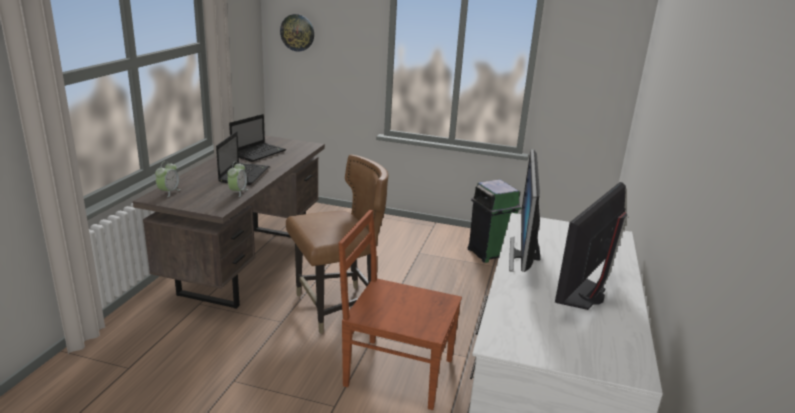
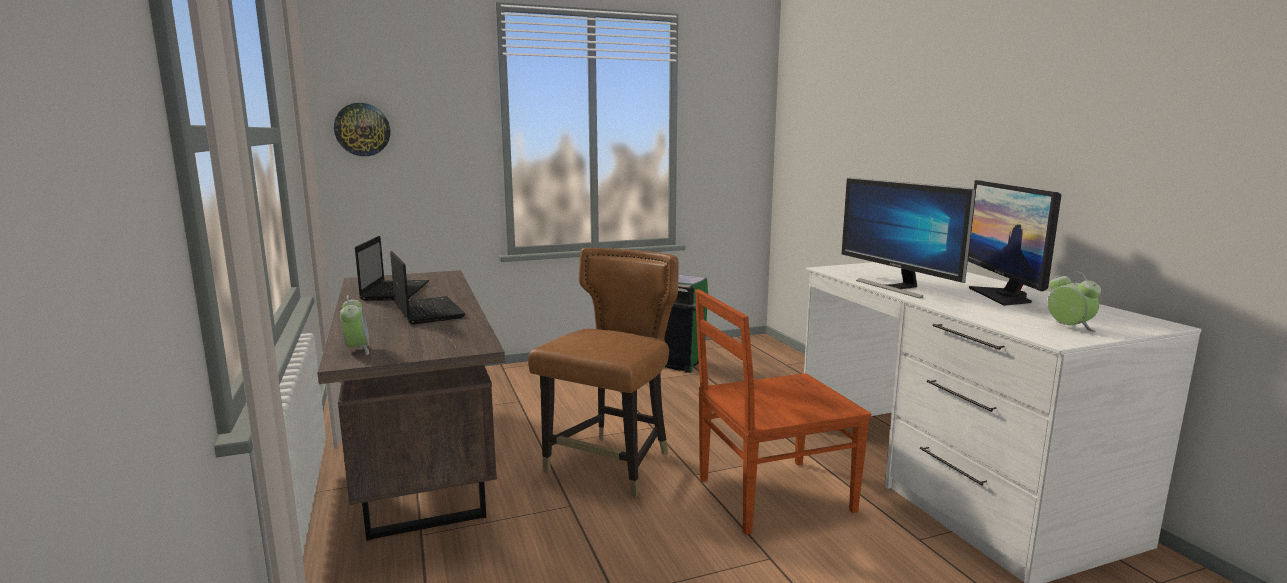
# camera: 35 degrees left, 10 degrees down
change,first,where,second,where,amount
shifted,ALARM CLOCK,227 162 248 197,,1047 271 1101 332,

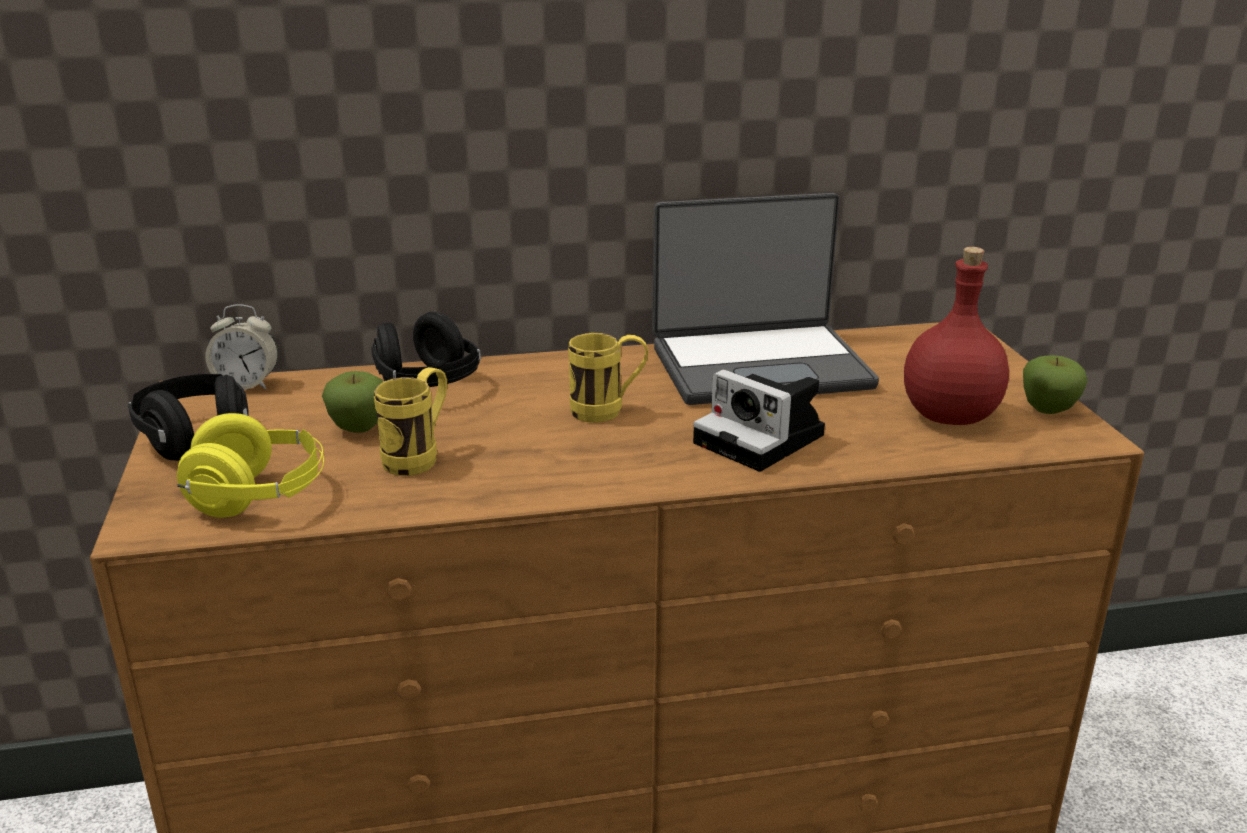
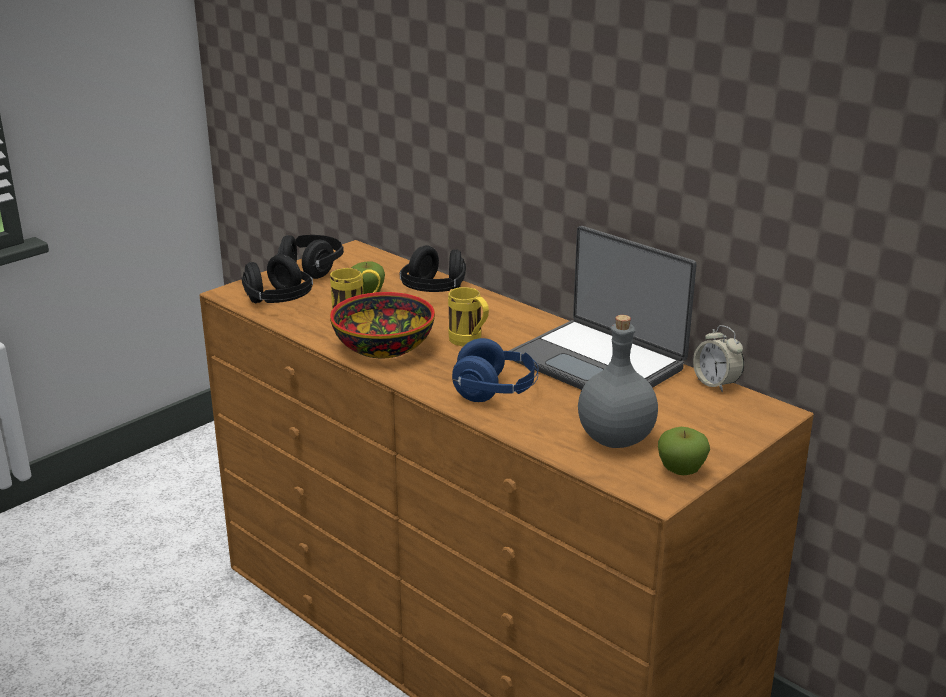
# camera: 55 degrees right, 0 degrees up
change,first,where,second,where,amount
new,,,BOWL,330 292 435 358,
shifted,ALARM CLOCK,206 304 278 390,,693 325 744 392,
swapped,PHOTO CAMERA,693 369 825 472,BLUE HEADPHONES,452 338 539 402,
repainted,YELLOW HEADPHONES,177 413 324 518,BLACK HEADPHONES,241 254 313 303,
repainted,RED BOTTLE,904 247 1009 425,GREY BOTTLE,578 315 658 448,

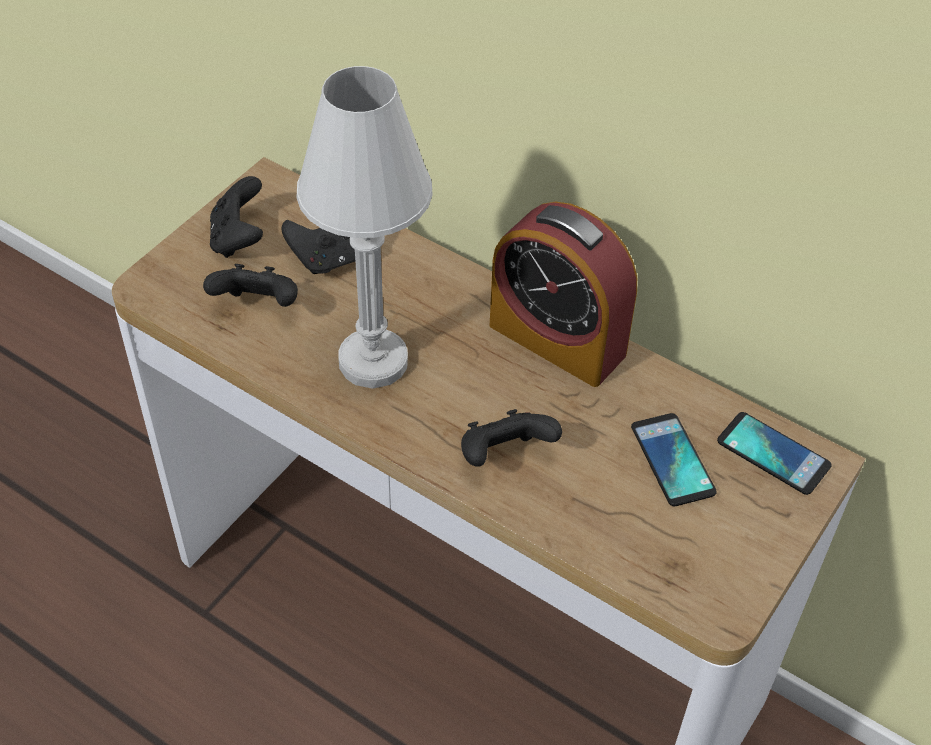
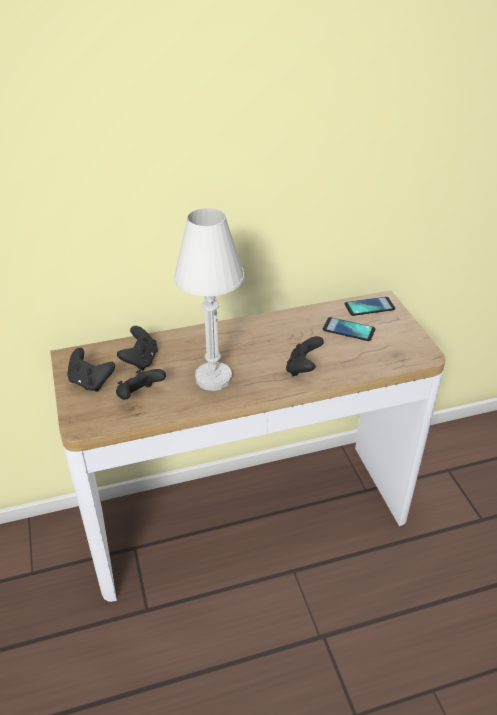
# camera: 50 degrees left, 10 degrees down
change,first,where,second,where,amount
gone,ALARM CLOCK,490 202 637 387,,,

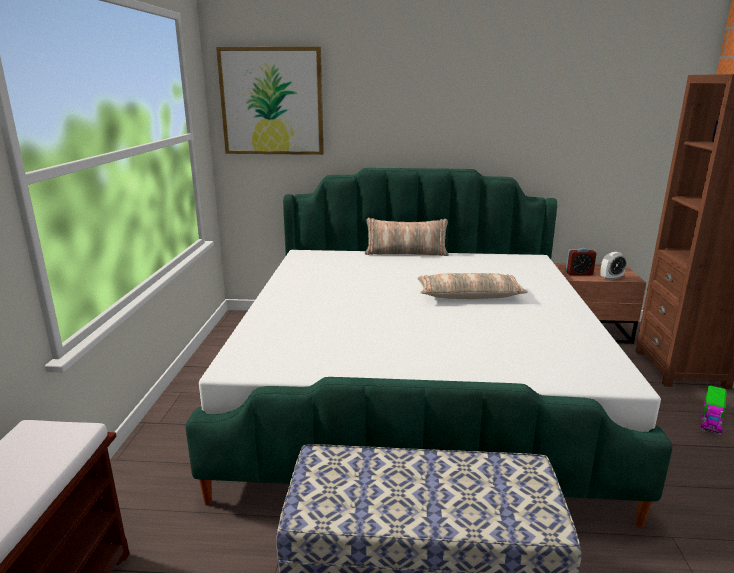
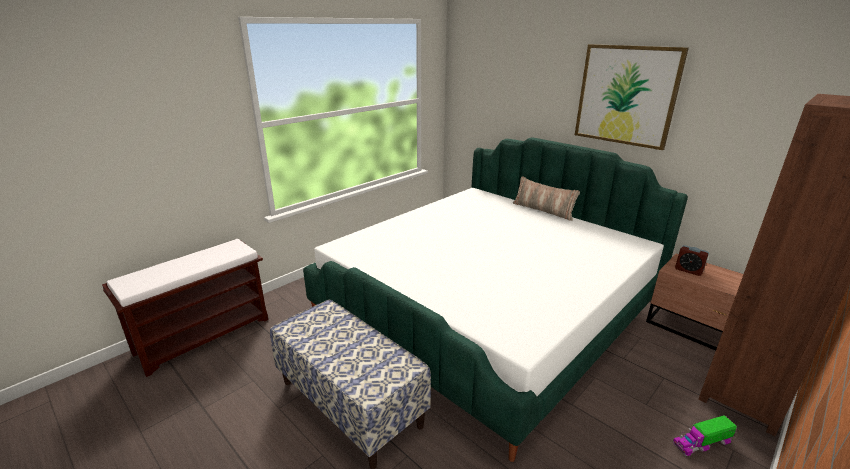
# camera: 40 degrees right, 5 degrees up
change,first,where,second,where,amount
gone,PILLOW,418 273 528 299,,,
gone,ALARM CLOCK,600 252 627 280,,,
shifted,PICTURE,216 47 324 155,,575 44 689 150,

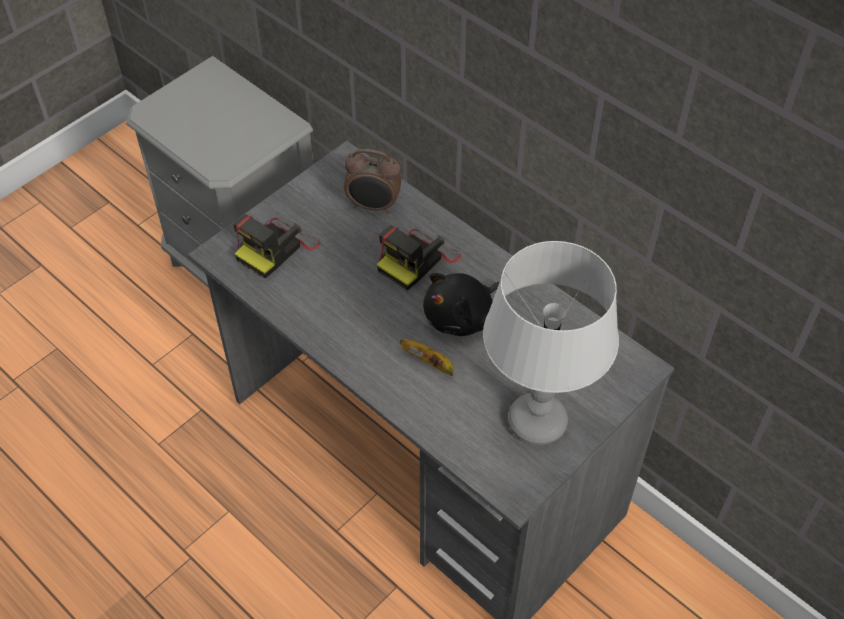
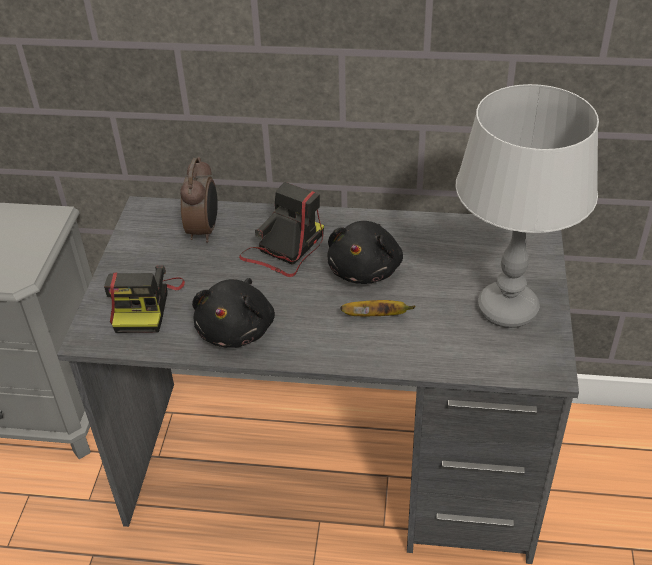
# camera: 35 degrees left, 10 degrees down
change,first,where,second,where,amount
new,,,BLACK PLUSH TOY,192 278 275 348,
rotated,ALARM CLOCK,344 149 401 213,,180 157 218 243,60 degrees counterclockwise
rotated,PHOTO CAMERA,377 226 461 290,,239 182 324 277,150 degrees counterclockwise

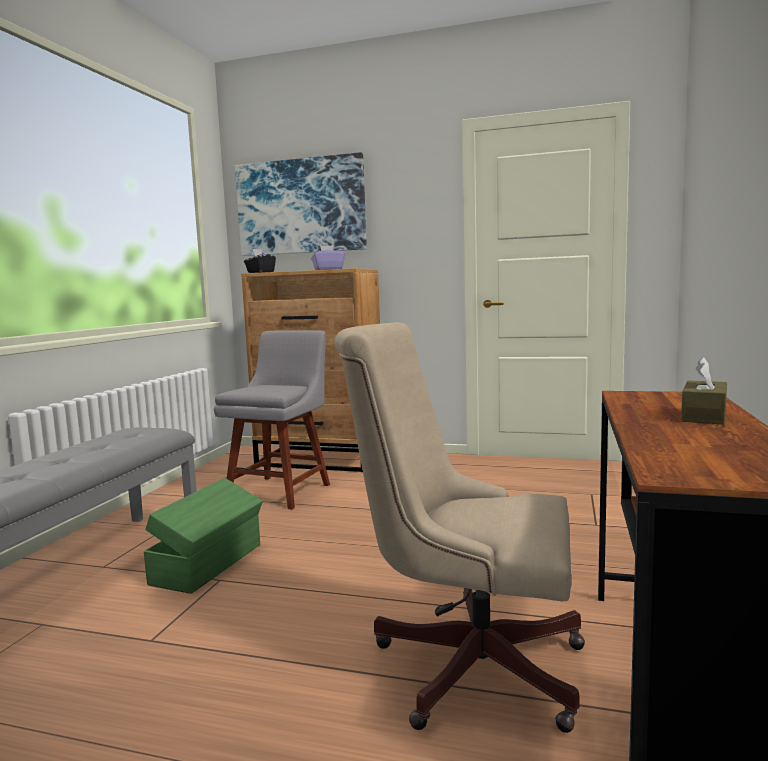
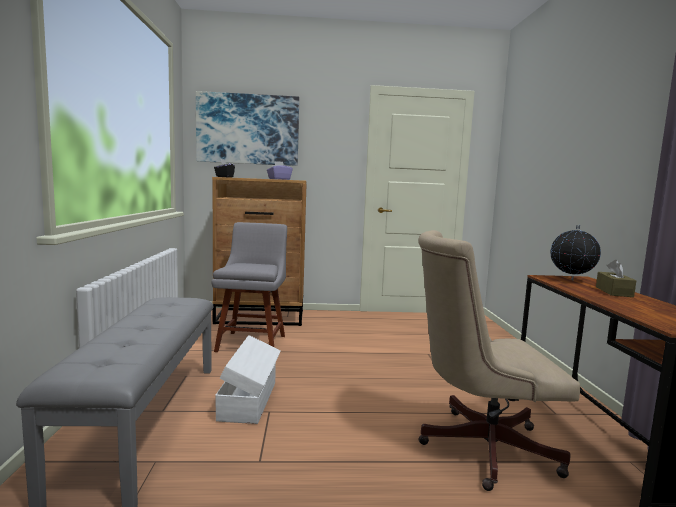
# camera: 20 degrees left, 0 degrees up
change,first,where,second,where,amount
new,,,GLOBE,550 225 601 280,
repainted,GREEN STORAGE BOX,144 478 263 594,WHITE STORAGE BOX,216 335 281 424,

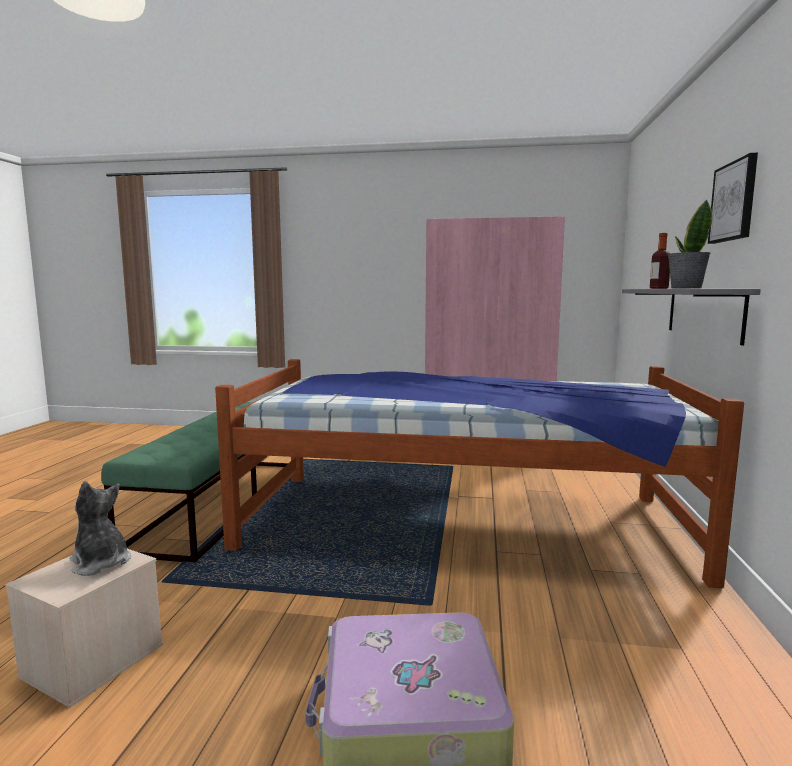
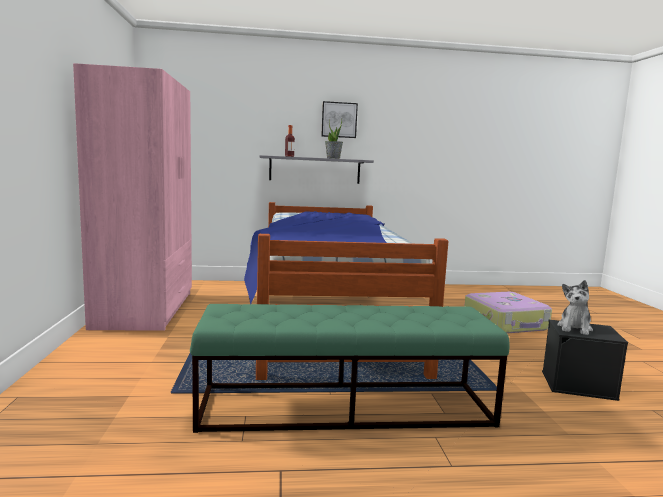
# camera: 105 degrees left, 0 degrees up
change,first,where,second,where,amount
repainted,BEIGE STORAGE BOX,5 549 163 708,BLACK STORAGE BOX,542 320 628 401,

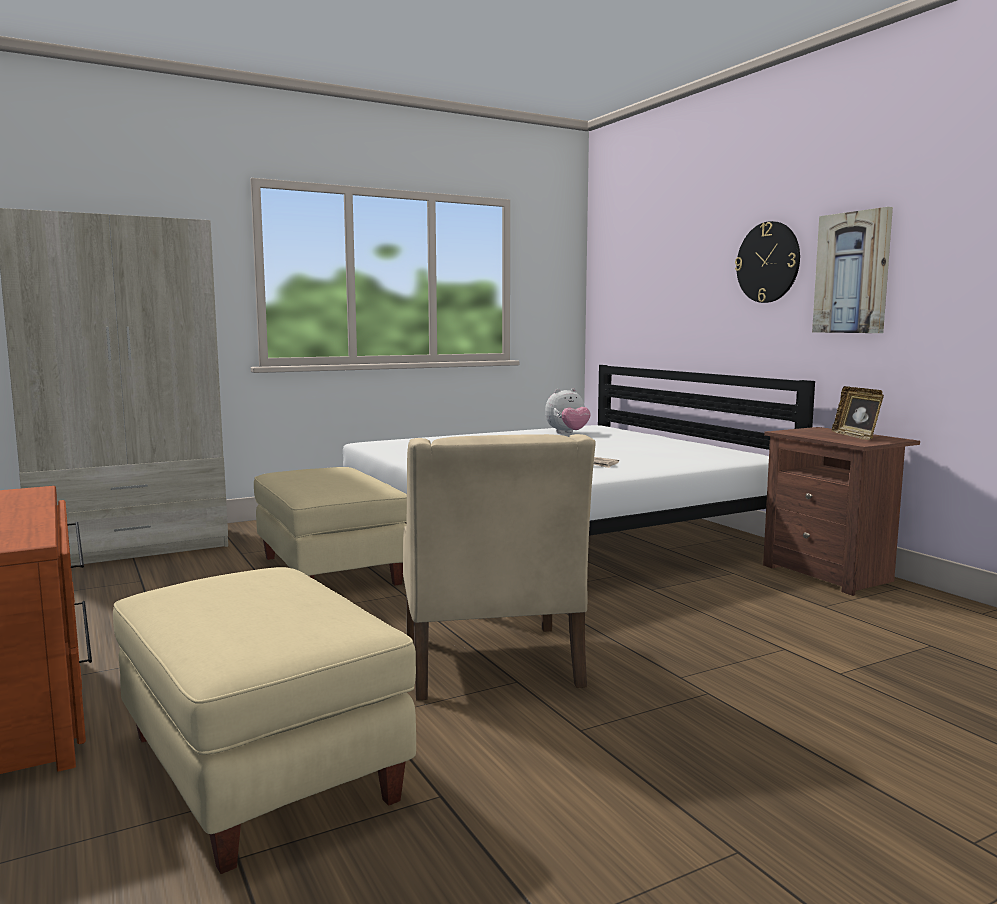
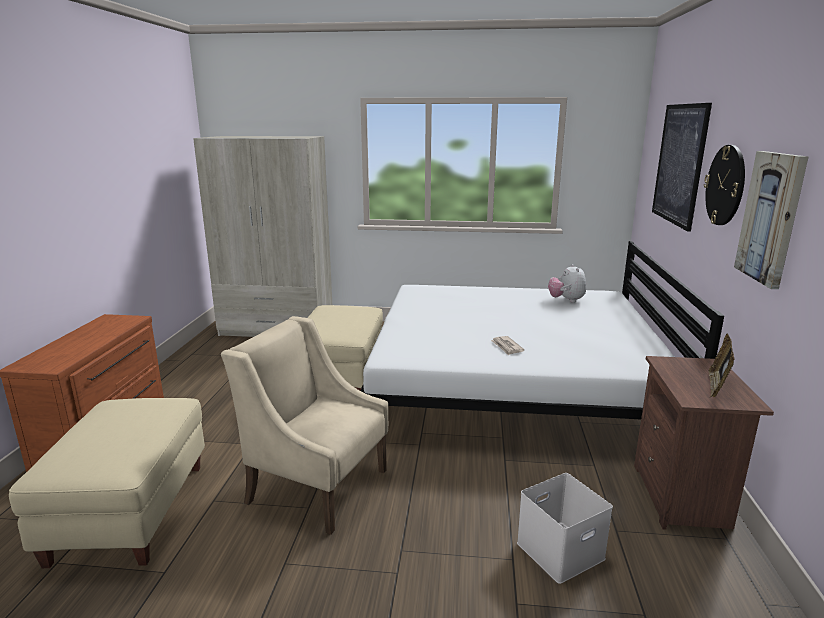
# camera: 35 degrees right, 10 degrees up
change,first,where,second,where,amount
new,,,WHITE STORAGE BOX,517 473 613 584,
new,,,PICTURE,652 103 712 232,
rotated,BEIGE ARMCHAIR,403 434 596 701,,221 316 388 535,90 degrees clockwise
rotated,PLUSH TOY,545 388 591 434,,548 264 586 303,75 degrees clockwise

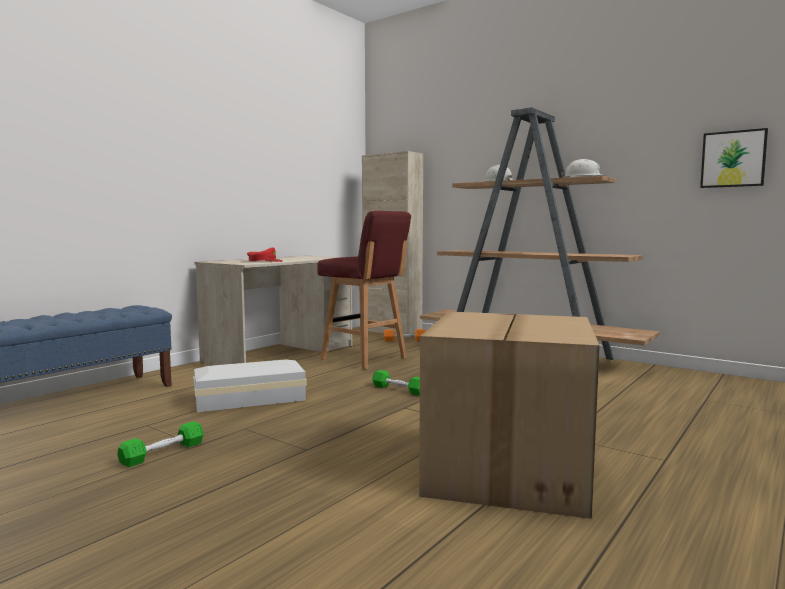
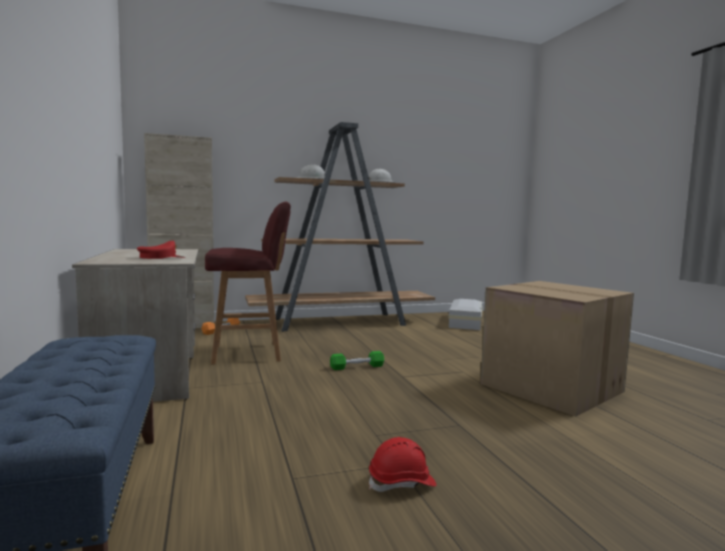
# camera: 55 degrees left, 0 degrees up
change,first,where,second,where,amount
gone,PICTURE,700 128 768 188,,,
shifted,WHITE STORAGE BOX,193 359 307 412,,448 299 482 330,
swapped,GREEN DUMBBELL,117 421 204 467,RED HARD HAT,369 437 436 492,

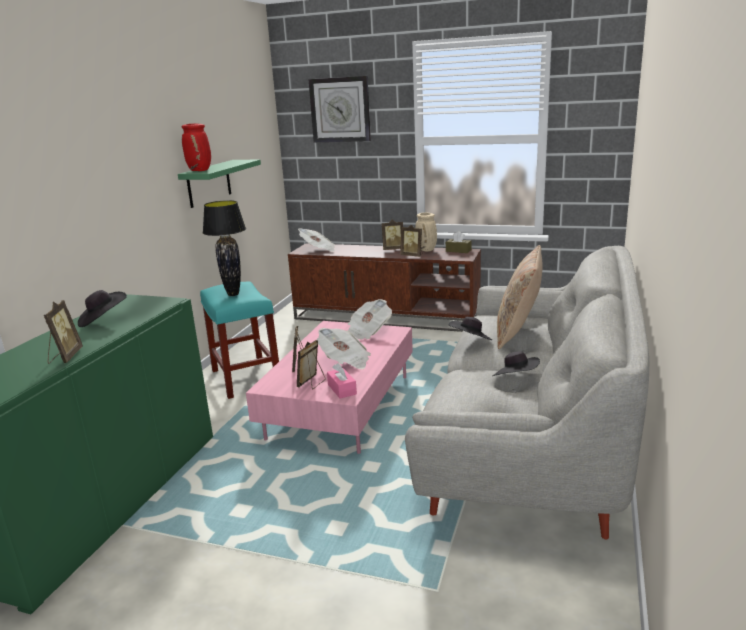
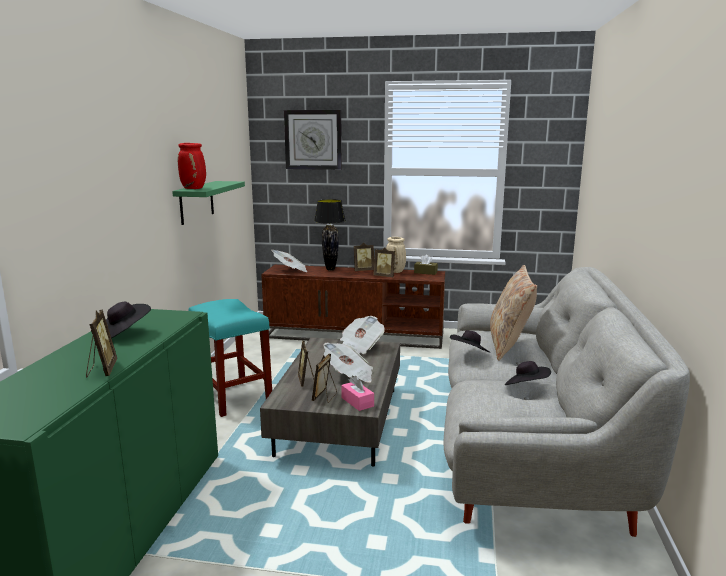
# camera: 10 degrees left, 5 degrees down
change,first,where,second,where,amount
shifted,BLACK TABLE LAMP,203 200 246 296,,314 199 346 270,
repainted,PINK COFFEE TABLE,246 321 413 454,GREY COFFEE TABLE,260 337 400 467,

